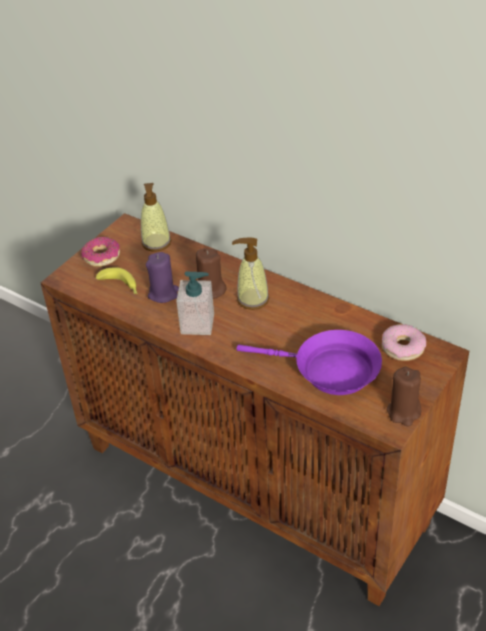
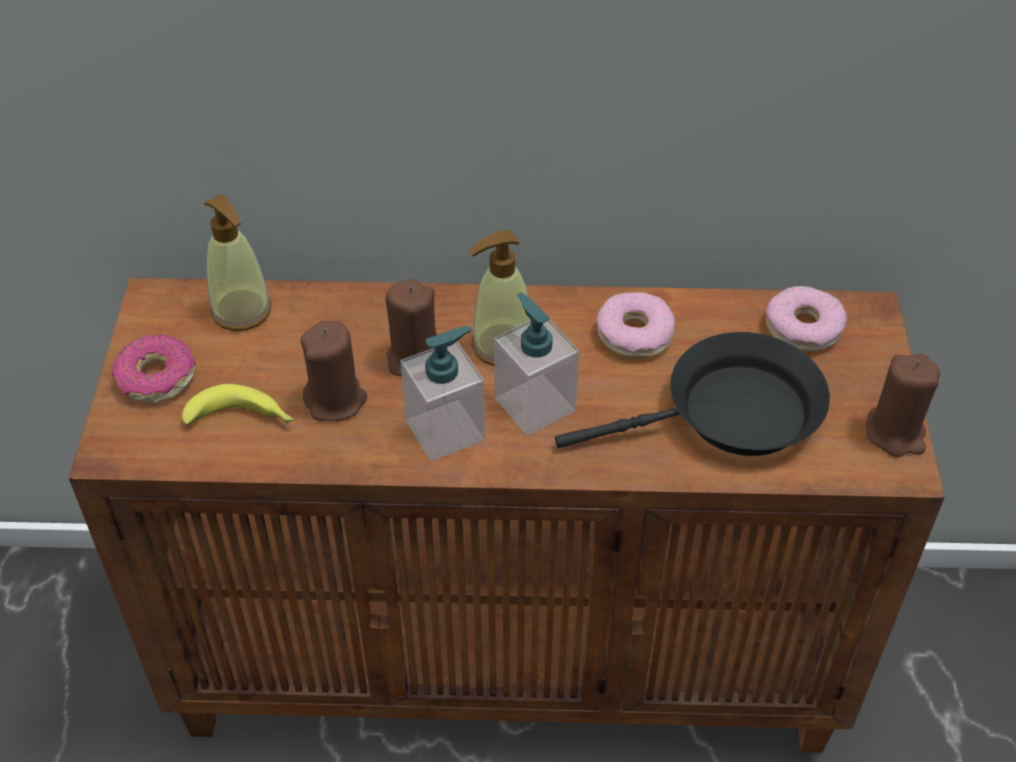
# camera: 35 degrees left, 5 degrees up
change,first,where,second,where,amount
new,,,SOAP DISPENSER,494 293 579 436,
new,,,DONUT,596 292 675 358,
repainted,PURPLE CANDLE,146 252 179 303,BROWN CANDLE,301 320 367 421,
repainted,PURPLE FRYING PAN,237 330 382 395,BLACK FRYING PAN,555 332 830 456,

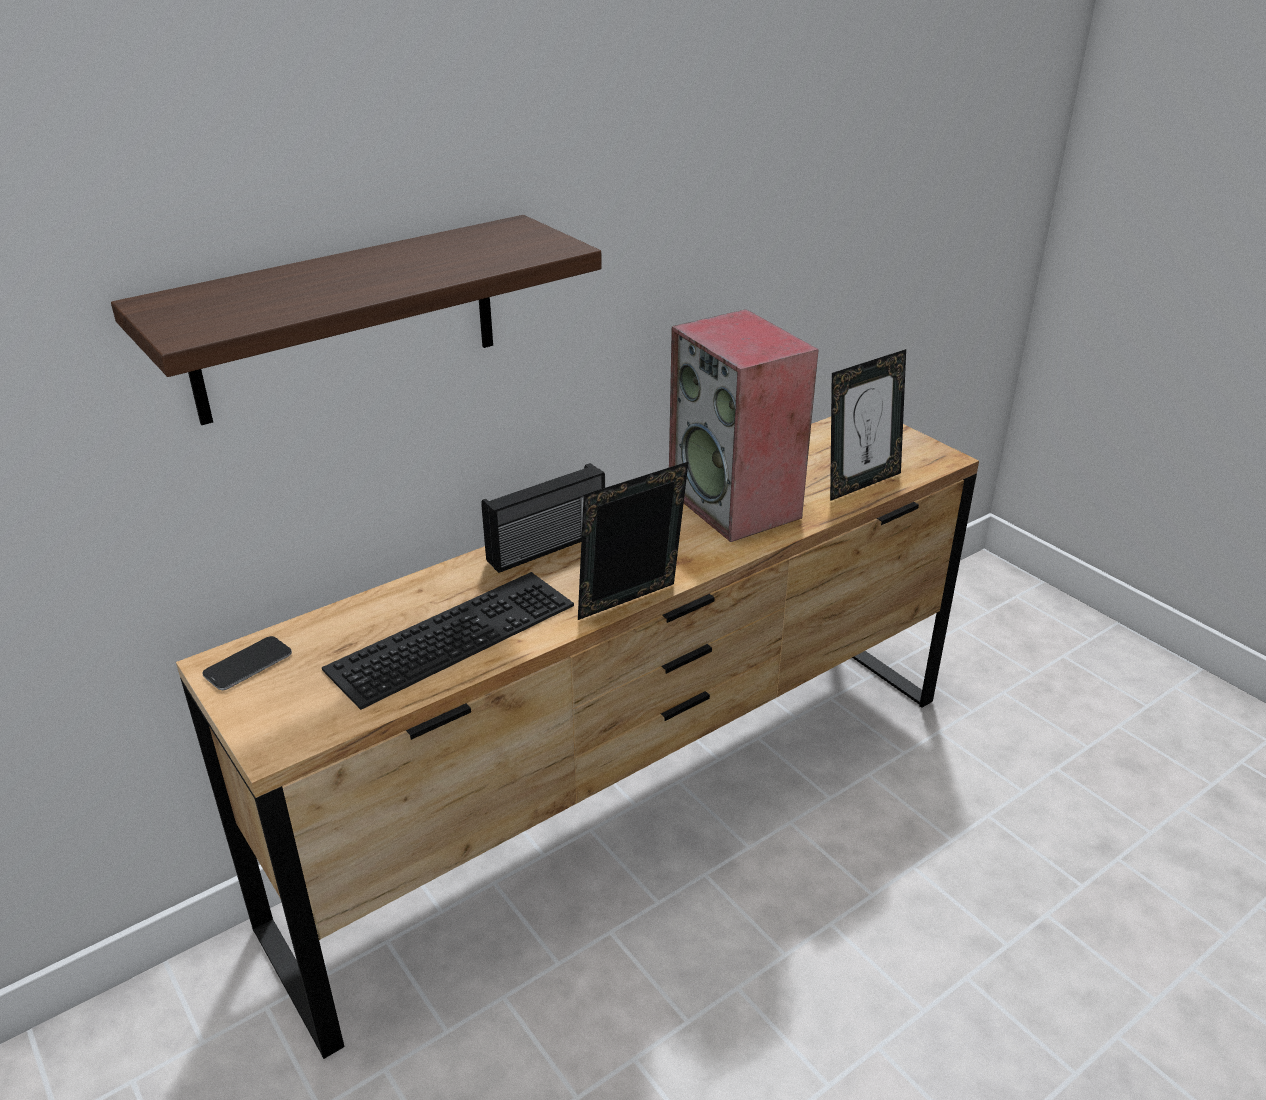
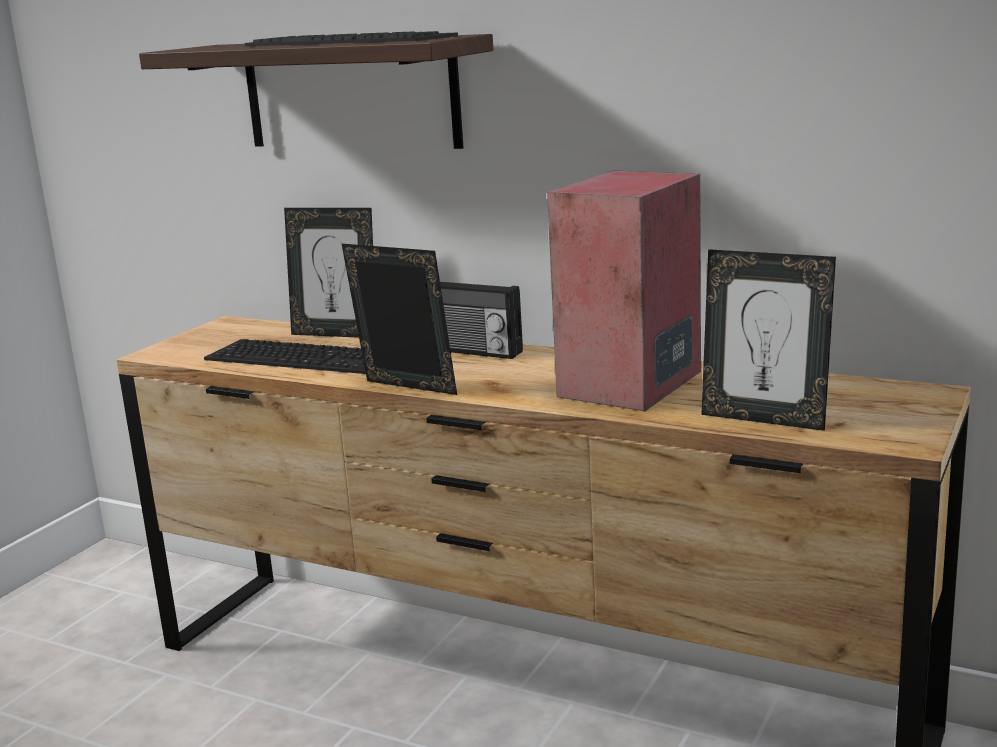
# camera: 65 degrees right, 15 degrees down
change,first,where,second,where,amount
gone,PHONE,202 636 292 690,,,
new,,,KEYBOARD,245 31 458 46,
new,,,PICTURE FRAME,284 208 373 338,

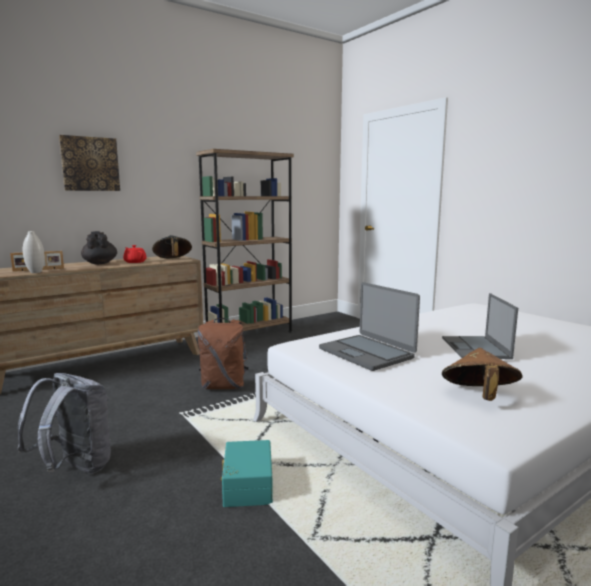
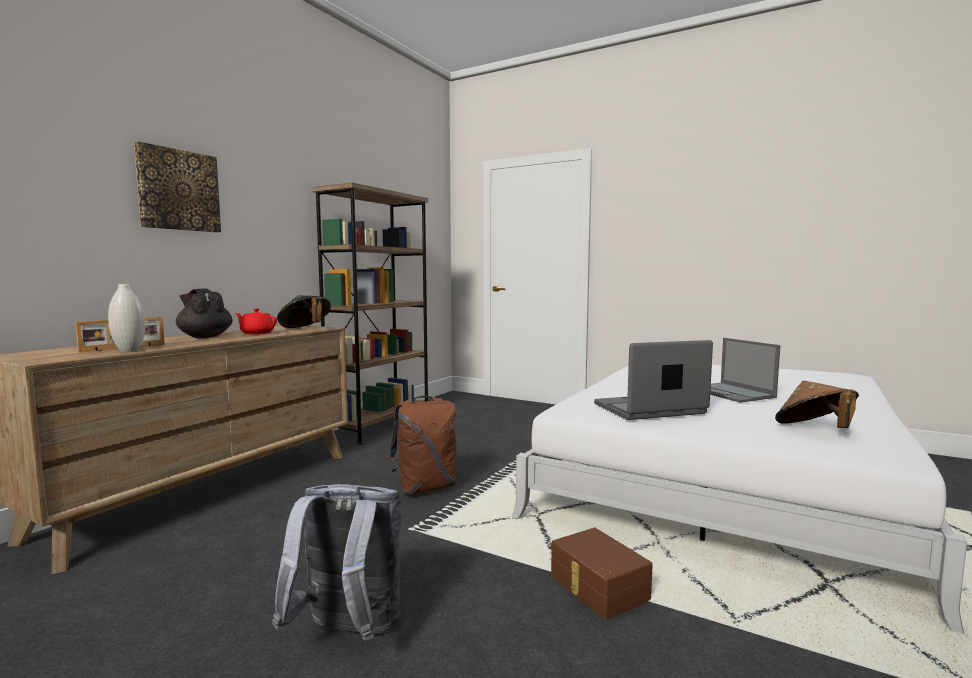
# camera: 25 degrees left, 5 degrees down
change,first,where,second,where,amount
repainted,TURQUOISE STORAGE BOX,220 440 273 507,BROWN STORAGE BOX,551 528 653 620,
rotated,LAPTOP,319 282 420 371,,594 340 713 420,135 degrees clockwise

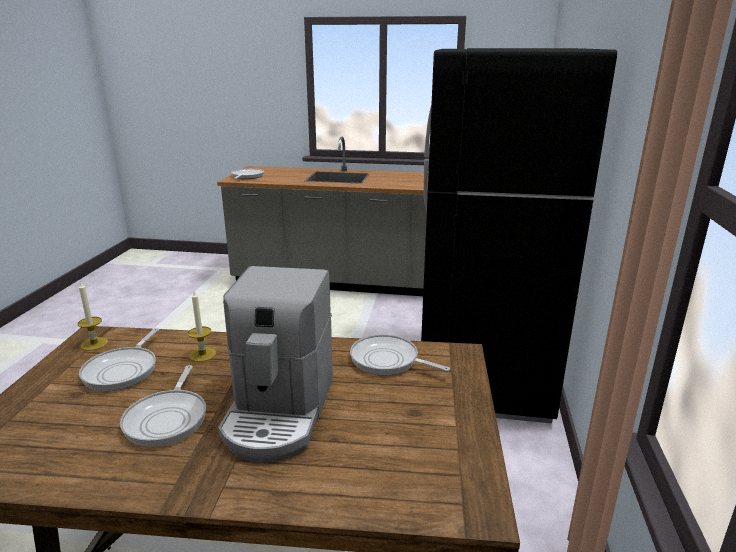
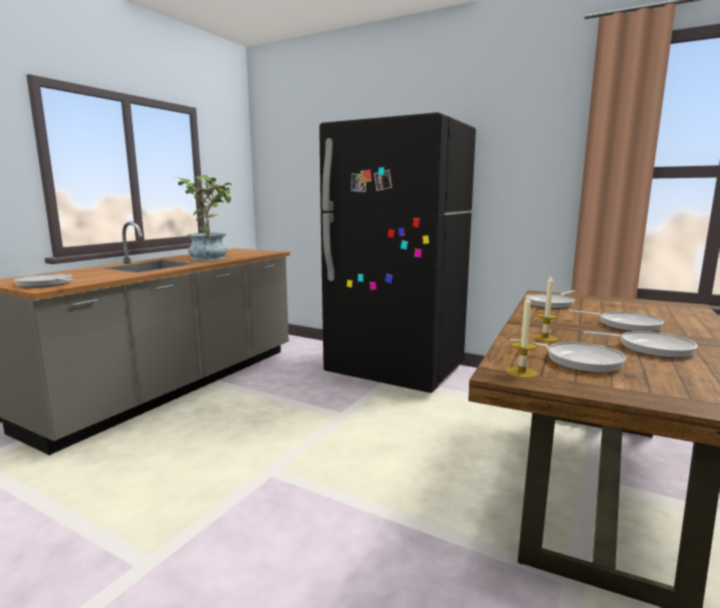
# camera: 70 degrees left, 10 degrees down
change,first,where,second,where,amount
new,,,POTTED PLANT,177 175 232 261,
swapped,COFFEE MACHINE,218 266 333 463,FRYING PAN,569 310 664 332,

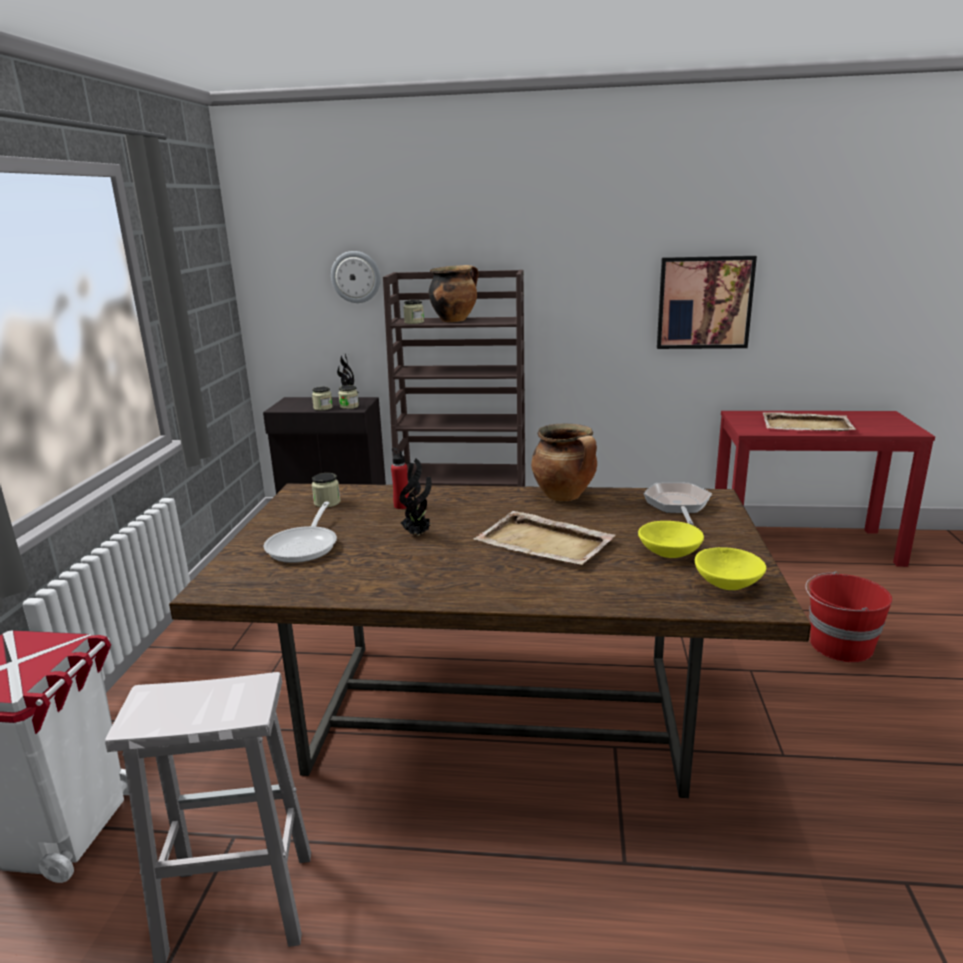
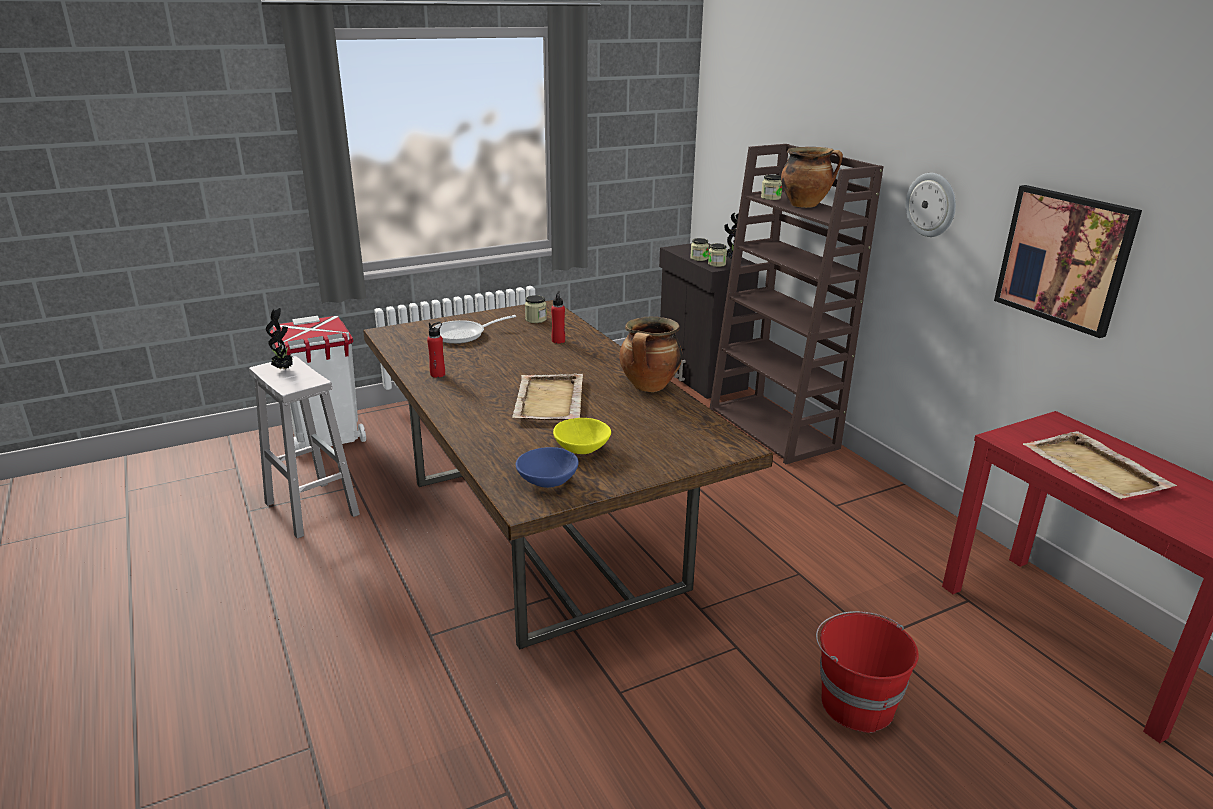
# camera: 55 degrees right, 5 degrees up
change,first,where,second,where,amount
gone,FRYING PAN,644 482 712 525,,,
new,,,RED BOTTLE,427 322 445 378,
shifted,WALL CLOCK,331 251 381 303,,906 173 956 237,
shifted,POTTED PLANT,399 458 432 535,,266 308 294 370,
repainted,YELLOW BOWL,695 547 766 590,BLUE BOWL,516 447 578 488,

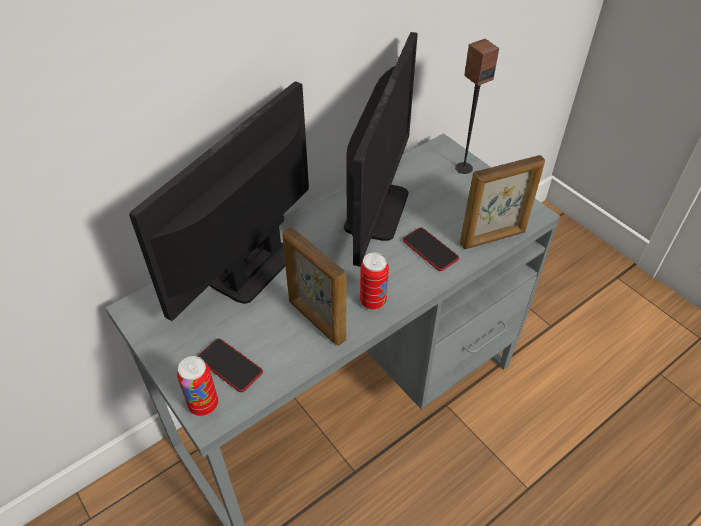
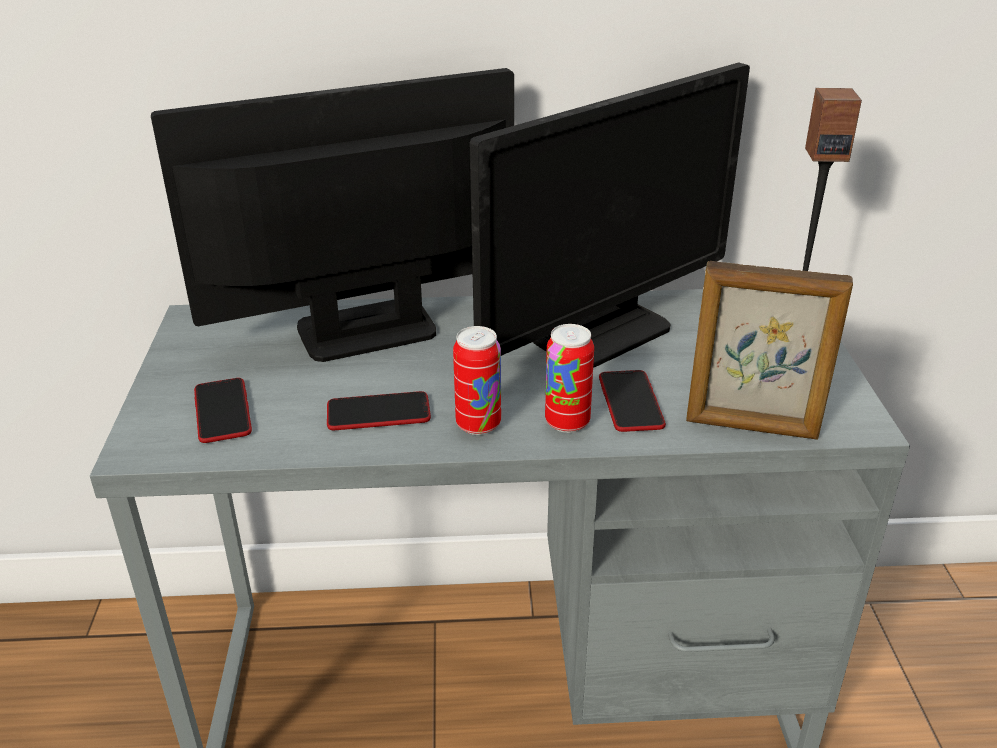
# camera: 35 degrees right, 15 degrees down
change,first,where,second,where,amount
shifted,CAN,177 356 218 416,,545 324 594 433,
swapped,PICTURE FRAME,282 226 347 346,PHONE,327 391 431 430,

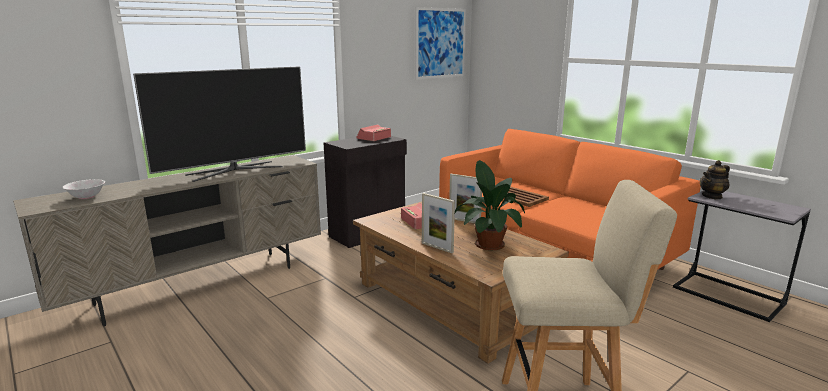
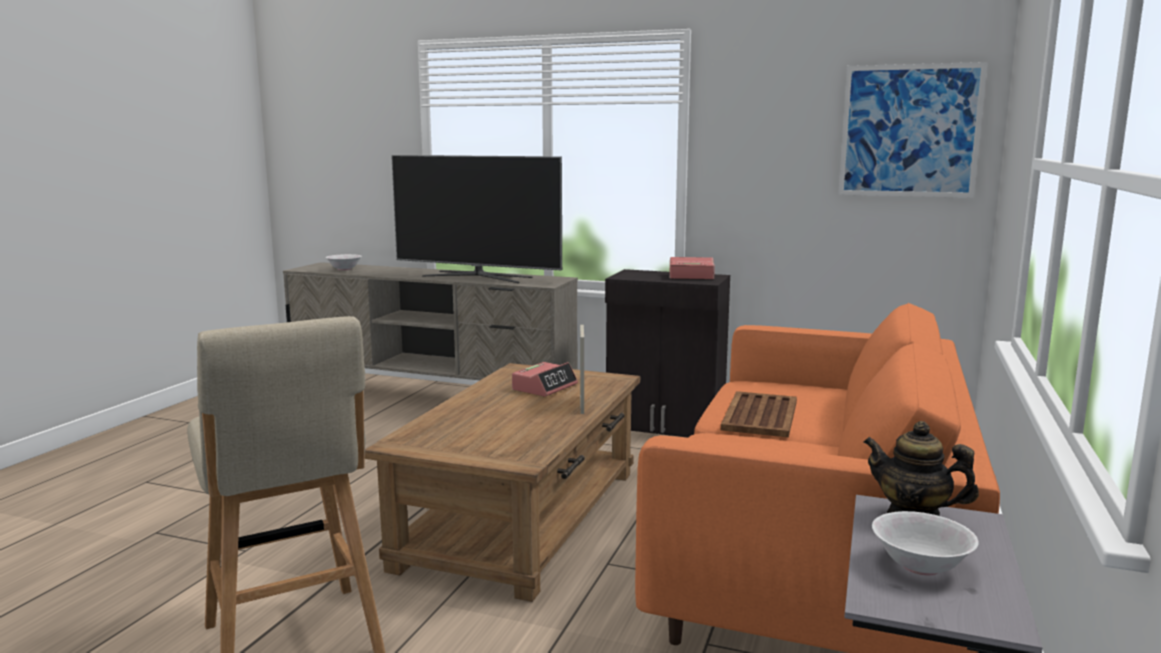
# camera: 60 degrees right, 5 degrees down
change,first,where,second,where,amount
gone,PICTURE FRAME,422 193 455 253,,,
gone,POTTED PLANT,455 160 525 250,,,
new,,,WHITE BOWL,872 511 979 575,

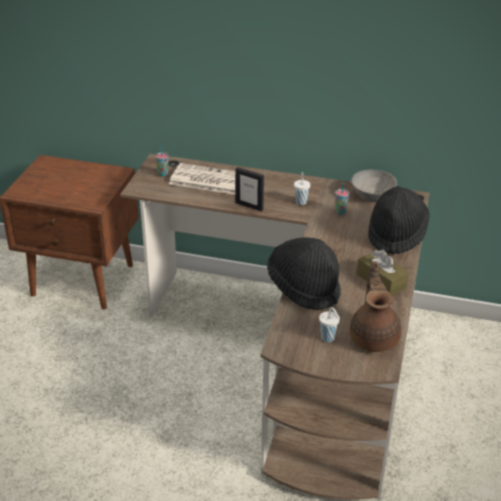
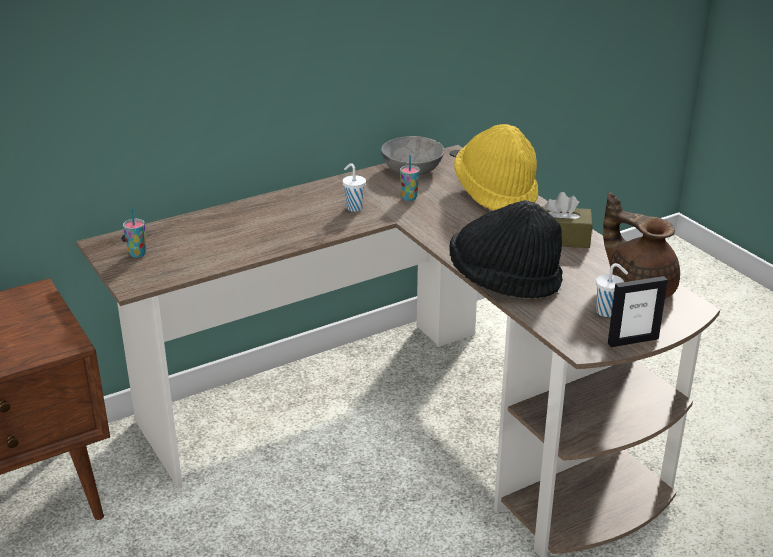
# camera: 45 degrees left, 5 degrees down
change,first,where,second,where,amount
gone,NEWSPAPER,169 163 235 195,,,
shifted,PICTURE FRAME,235 167 264 211,,608 276 668 347,
repainted,BLACK HAT,368 186 430 255,YELLOW HAT,454 124 538 210,

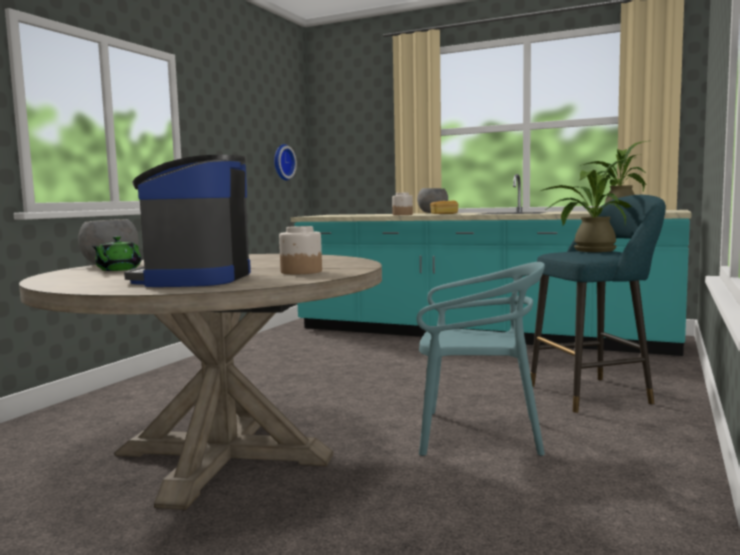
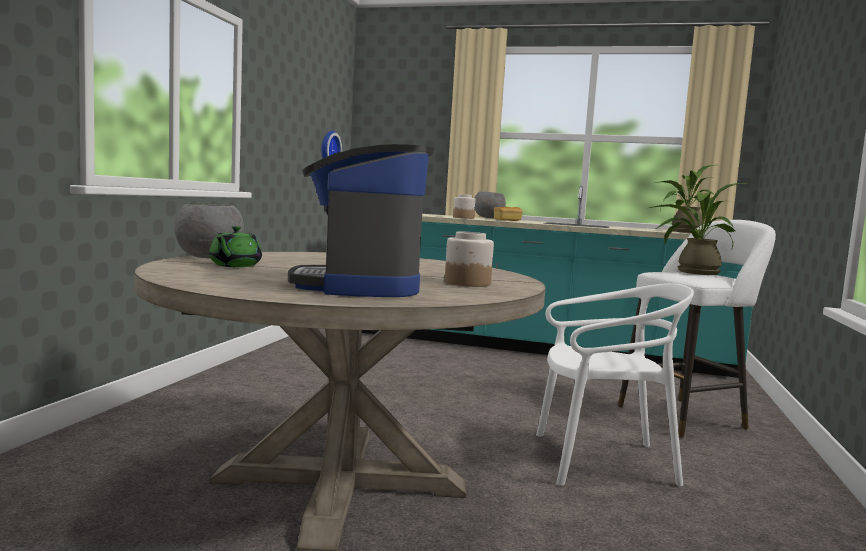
# camera: 10 degrees left, 0 degrees up
change,first,where,second,where,amount
repainted,TURQUOISE CHAIR,417 262 545 456,WHITE CHAIR,536 283 694 487,
repainted,TURQUOISE STOOL,531 195 666 413,WHITE STOOL,618 220 776 437,

